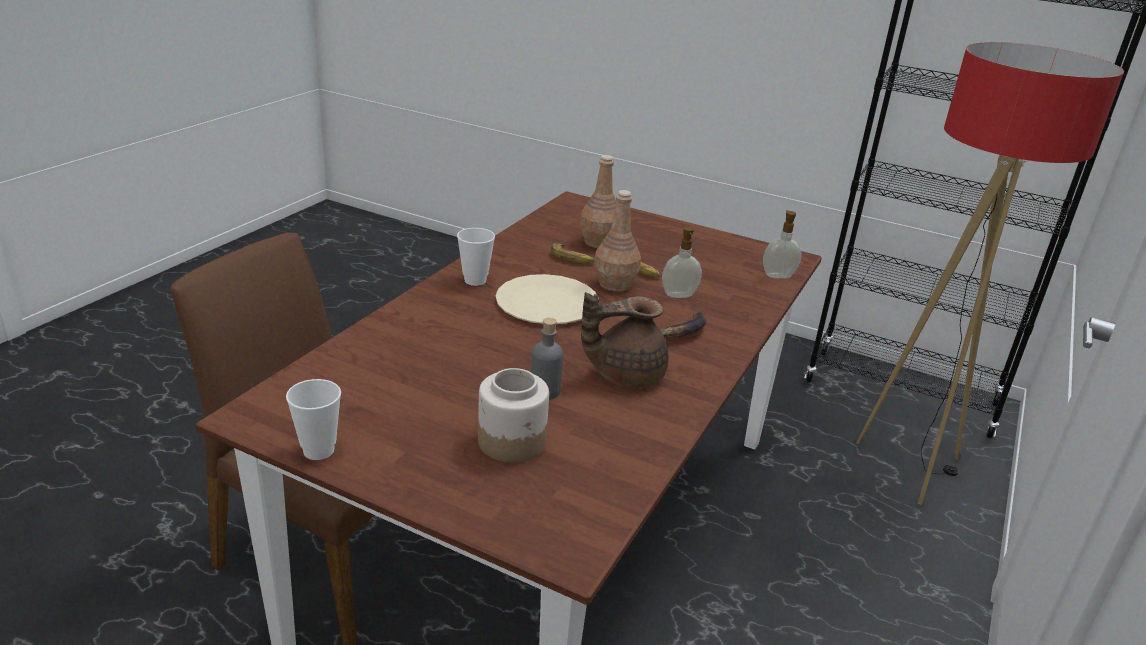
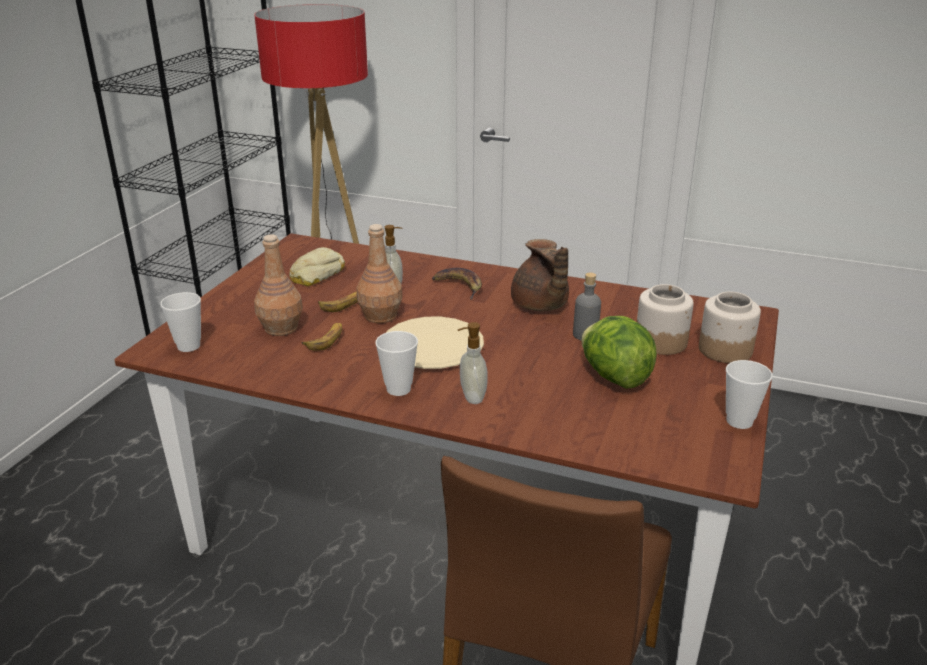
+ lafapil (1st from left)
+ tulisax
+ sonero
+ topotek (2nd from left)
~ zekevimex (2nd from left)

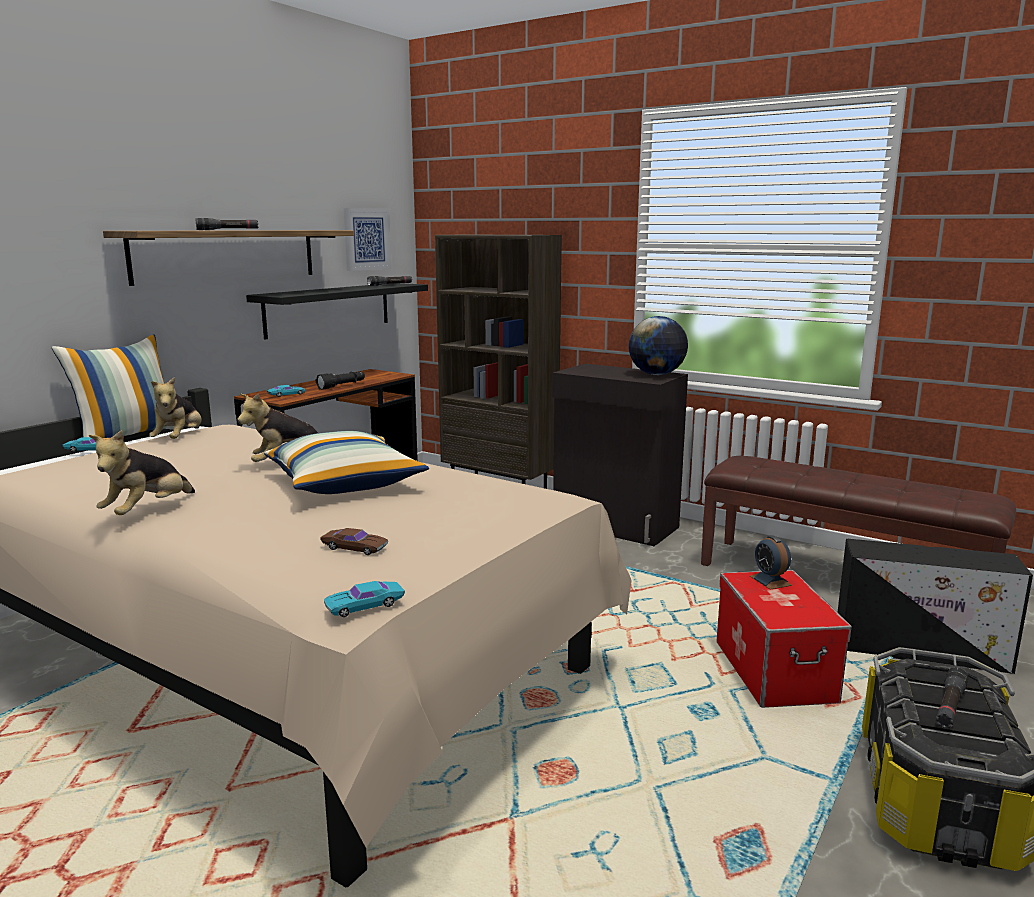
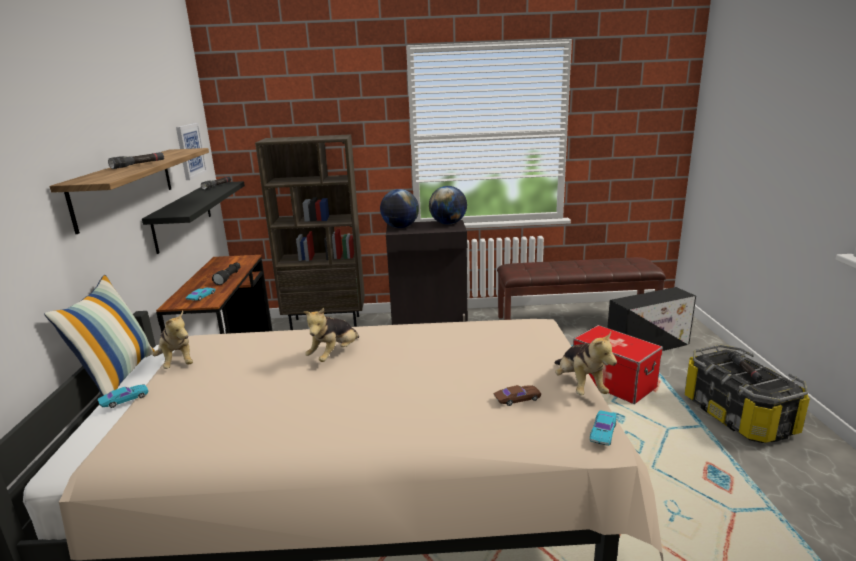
- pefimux (2nd from left)
- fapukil
+ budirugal (1st from left)
~ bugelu (1st from left in the first image) to bugelu (3rd from left)

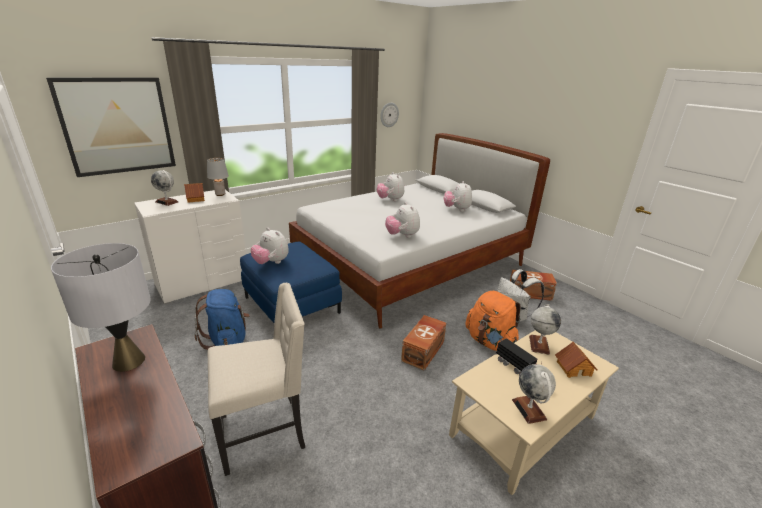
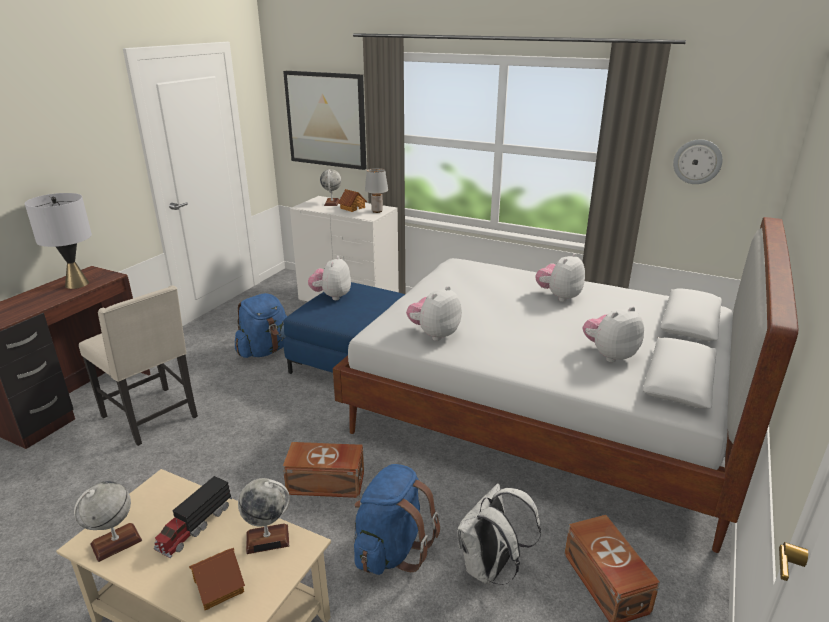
~ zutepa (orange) to zutepa (blue) (2nd from left)

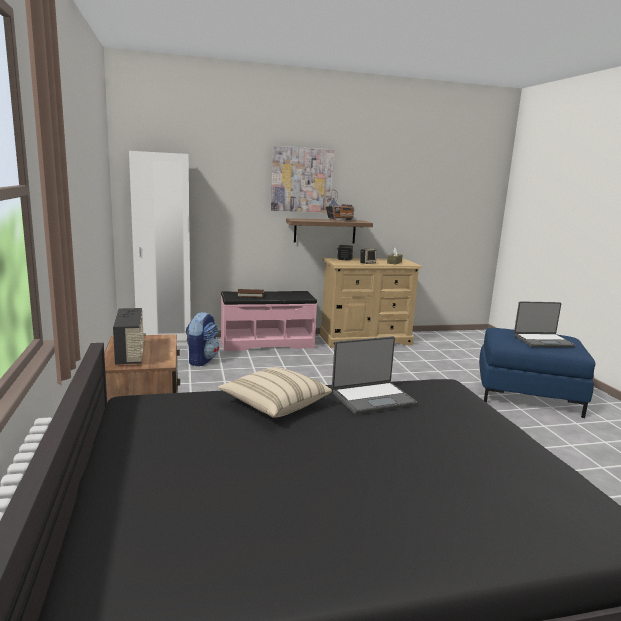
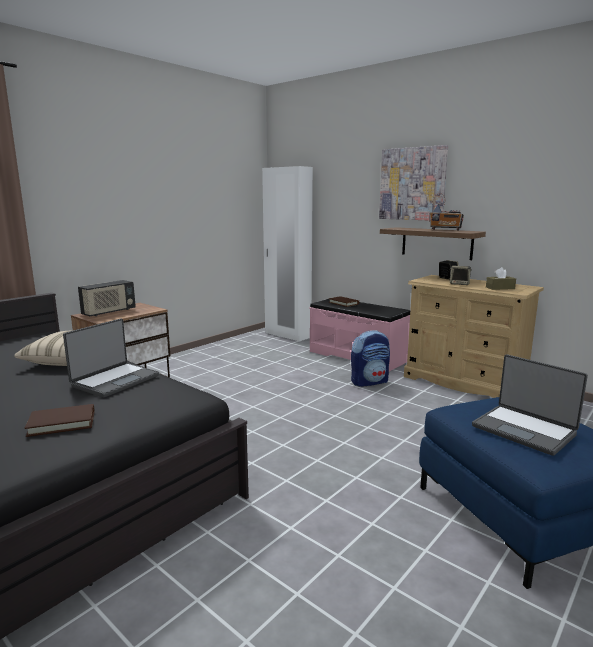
+ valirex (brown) (1st from left)
~ zutepa
~ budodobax (1st from left) 90 degrees counterclockwise

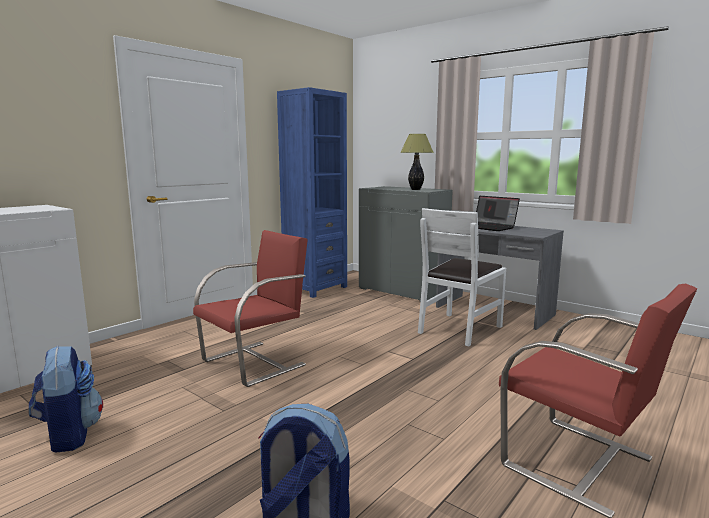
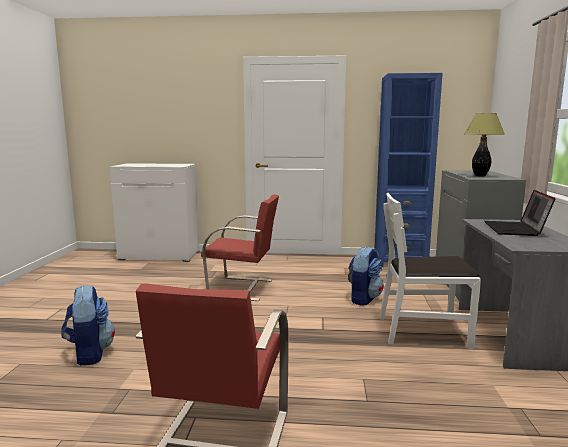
~ zutepa (1st from left in the first image) to zutepa (2nd from left)

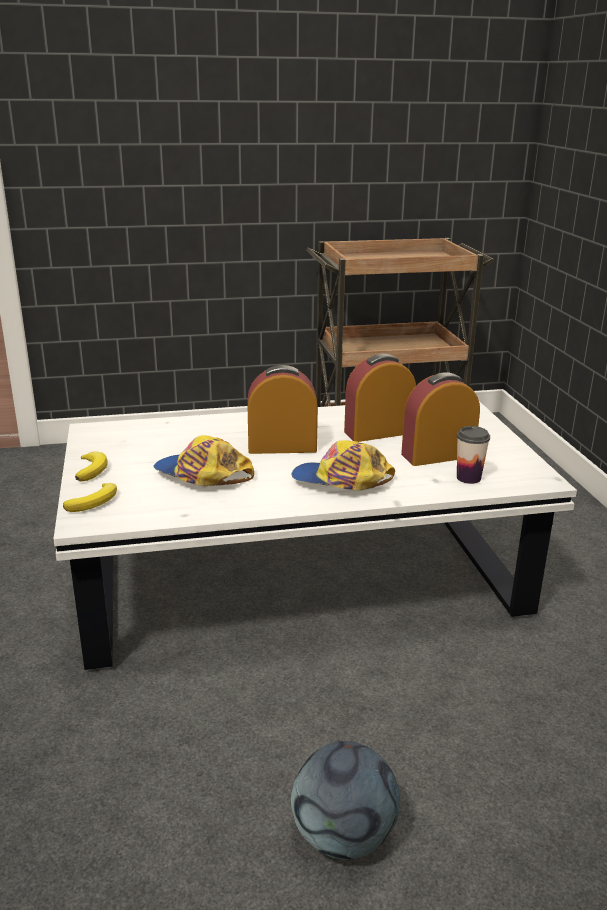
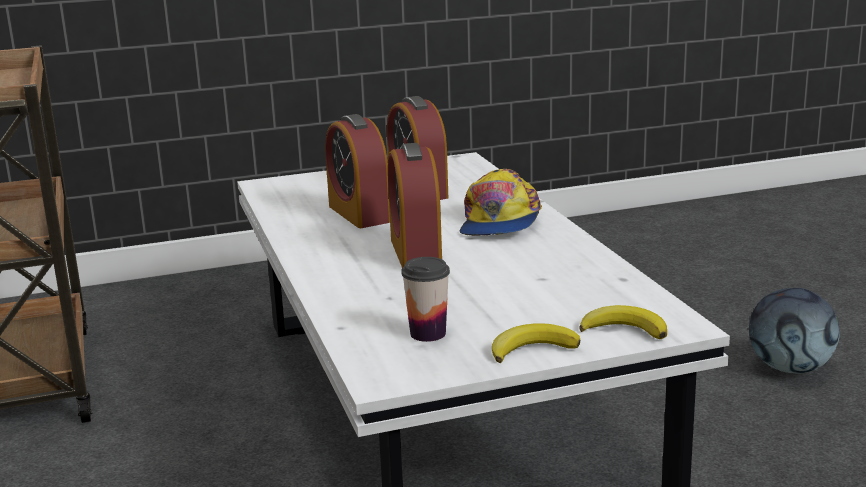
- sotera (1st from left)
~ lafapil

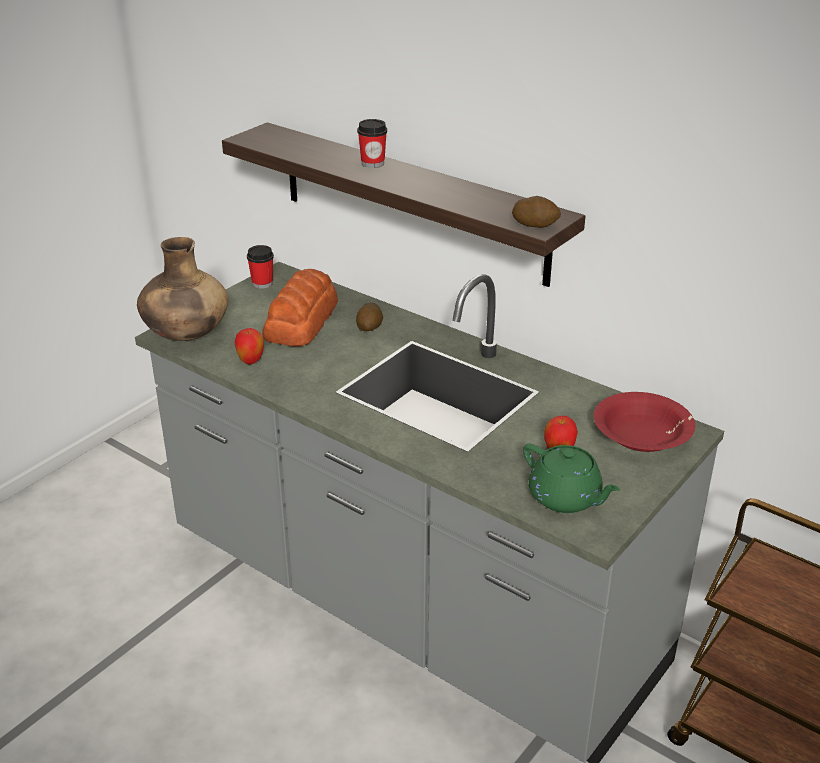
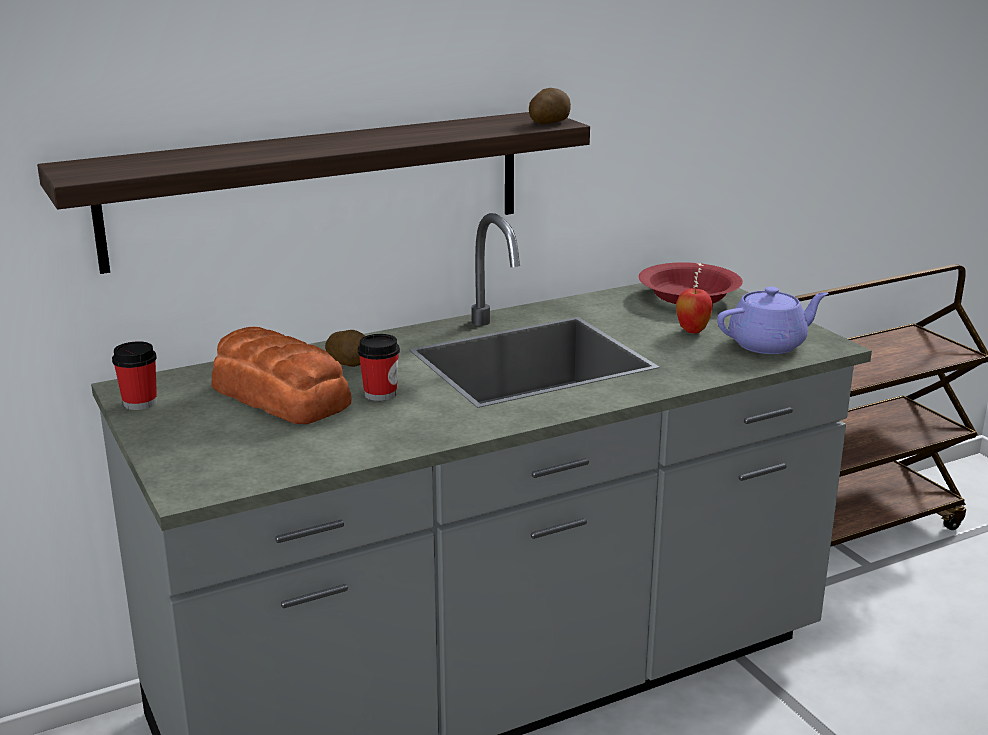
- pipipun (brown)
- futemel (1st from left)
~ lafapil (2nd from left)
~ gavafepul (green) to gavafepul (purple)

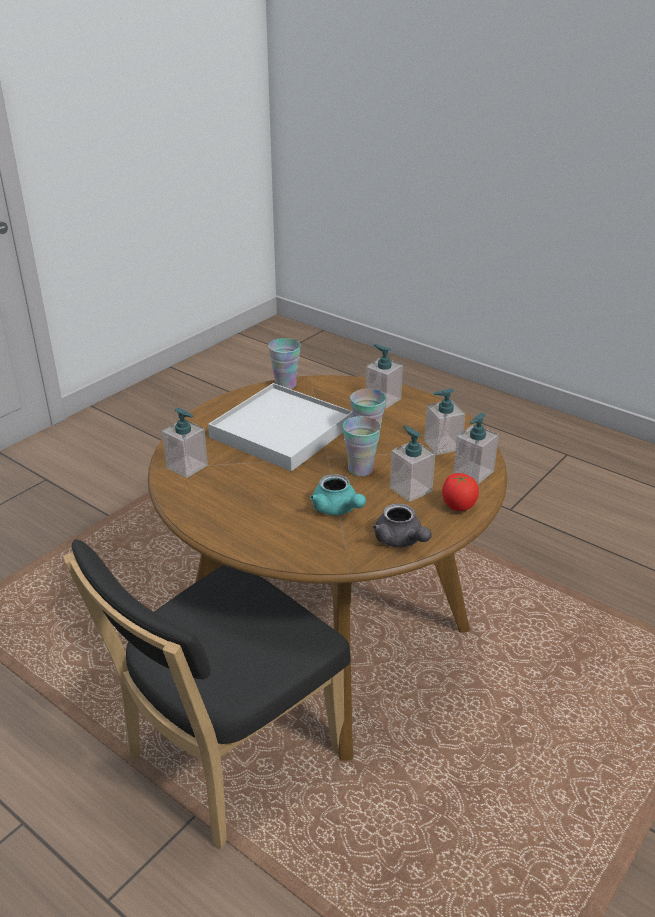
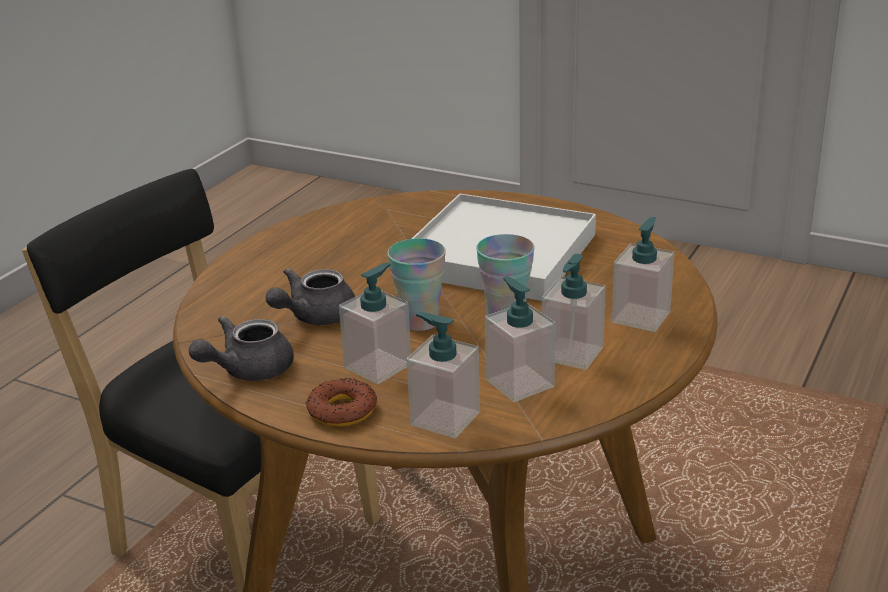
- lafapil (1st from left)
~ zekevimex (1st from left in the first image) to zekevimex (4th from left)
~ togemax to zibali
~ gavafepul (turquoise) to gavafepul (grey) (2nd from left)

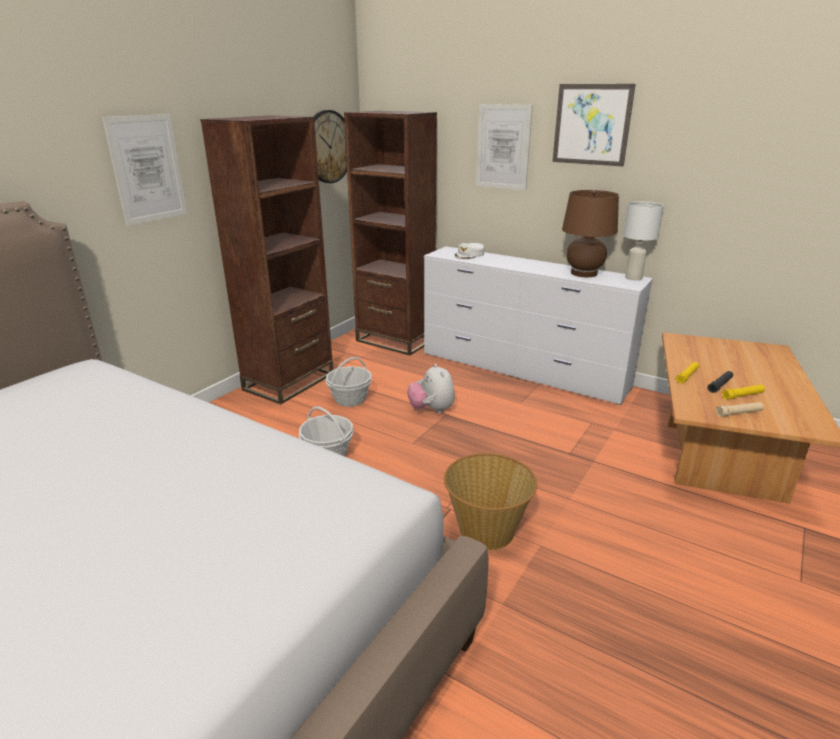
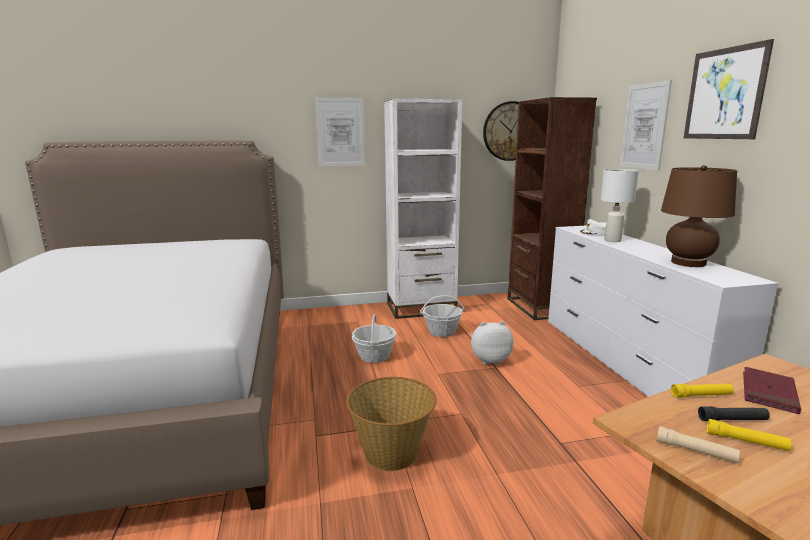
+ valirex (red)
~ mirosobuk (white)
~ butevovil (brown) (1st from left) to butevovil (white)
~ bugelu 60 degrees clockwise

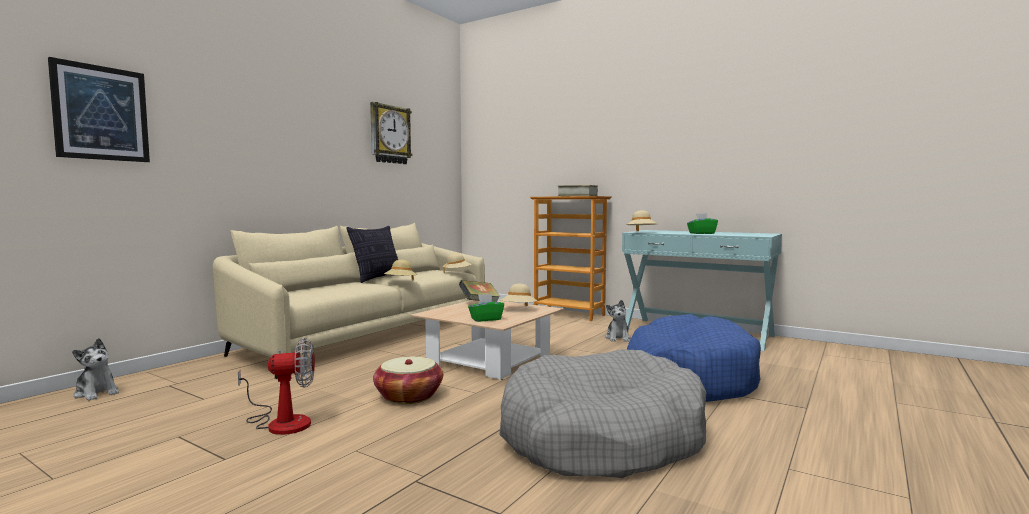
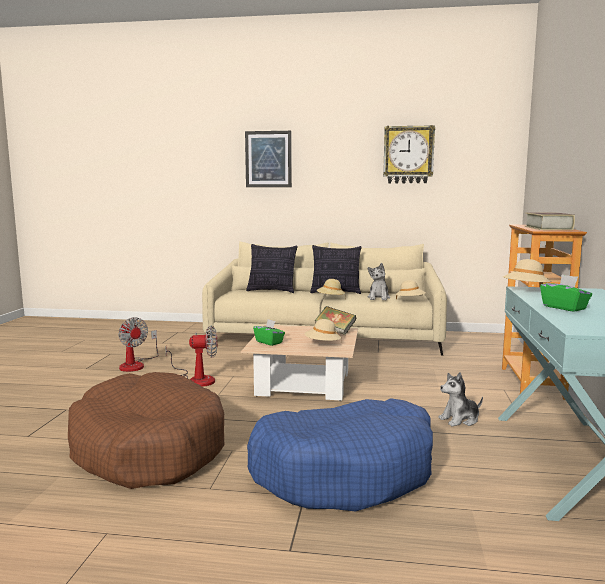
+ pefimux (1st from left)
~ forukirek
~ bugelu (1st from left)
~ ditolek to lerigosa (2nd from left)
~ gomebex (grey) to gomebex (brown)

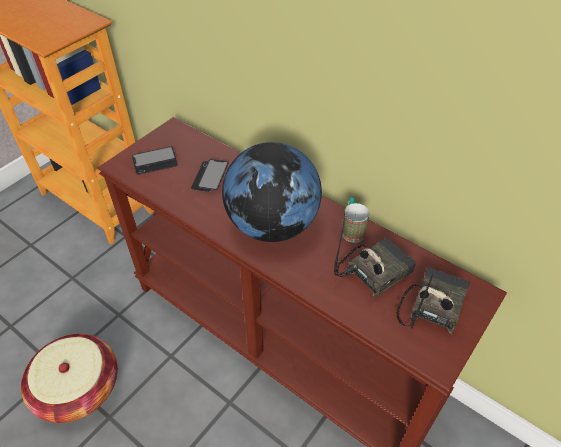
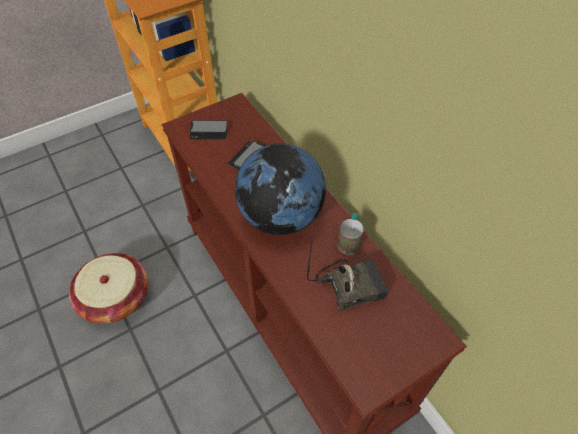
- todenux (2nd from left)

